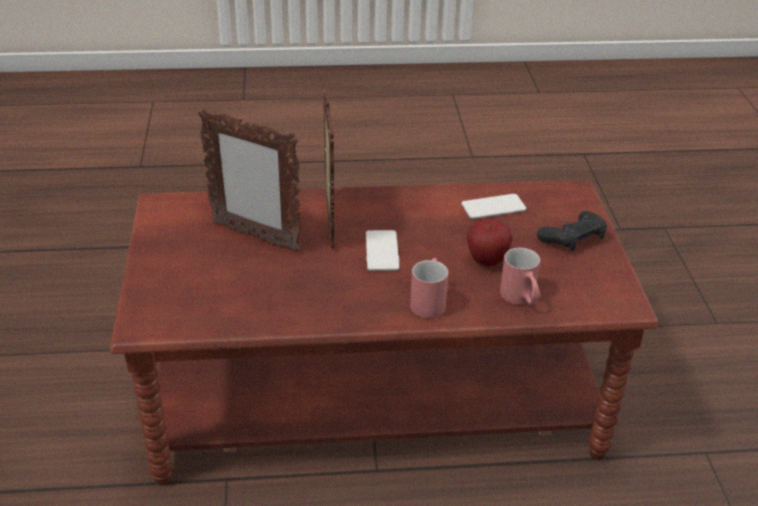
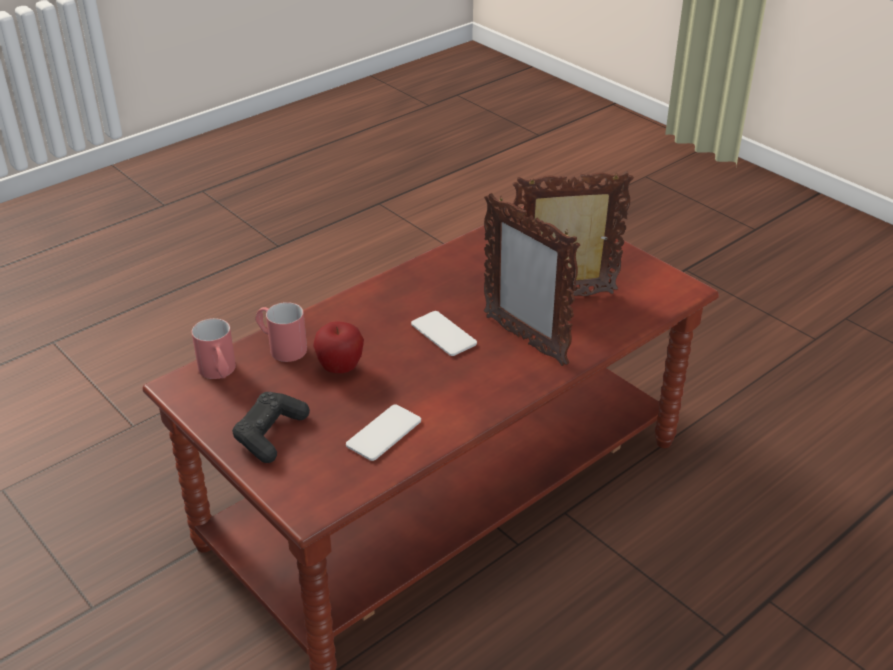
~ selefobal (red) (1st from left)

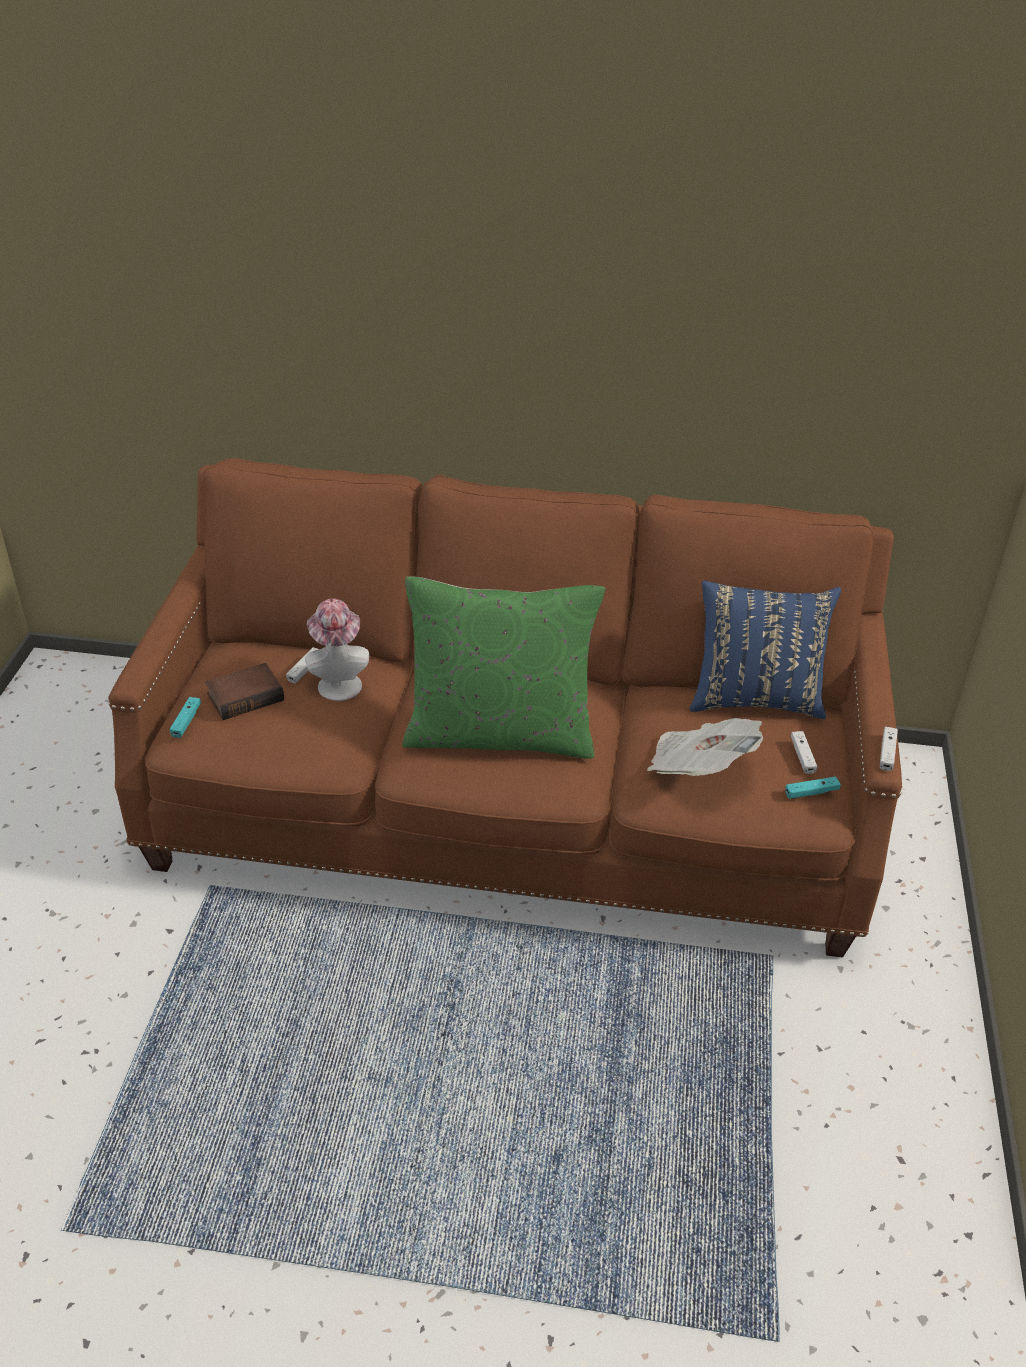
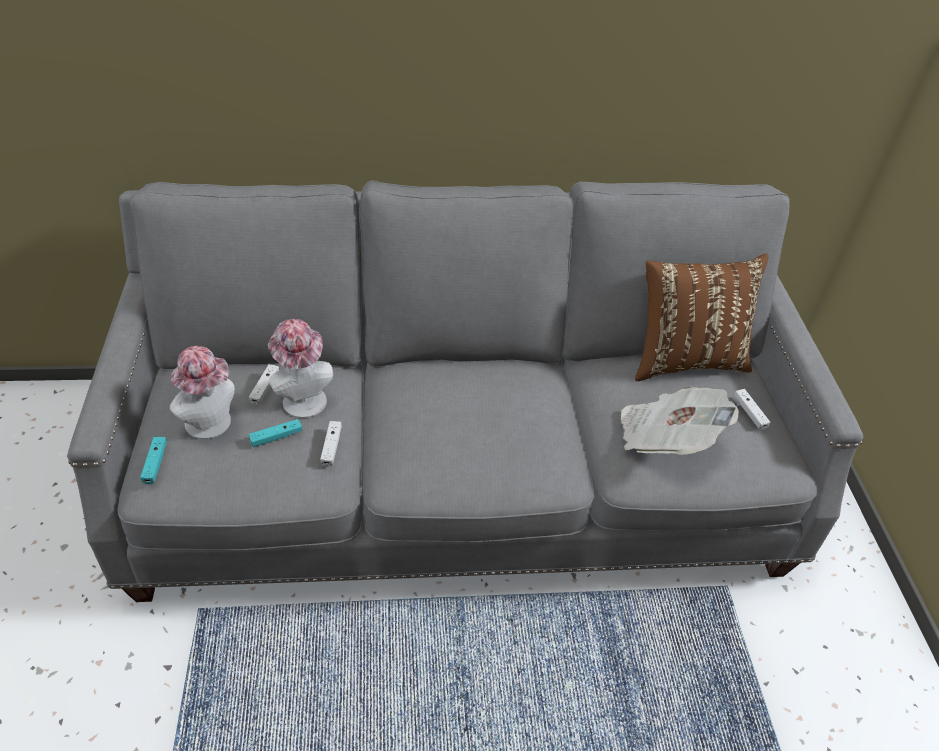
- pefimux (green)
~ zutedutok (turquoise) (2nd from left)
~ zutedutok (white) (3rd from left in the first image) to zutedutok (white) (2nd from left)
~ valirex to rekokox (1st from left)
~ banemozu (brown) to banemozu (grey)
~ pefimux (blue) to pefimux (brown)

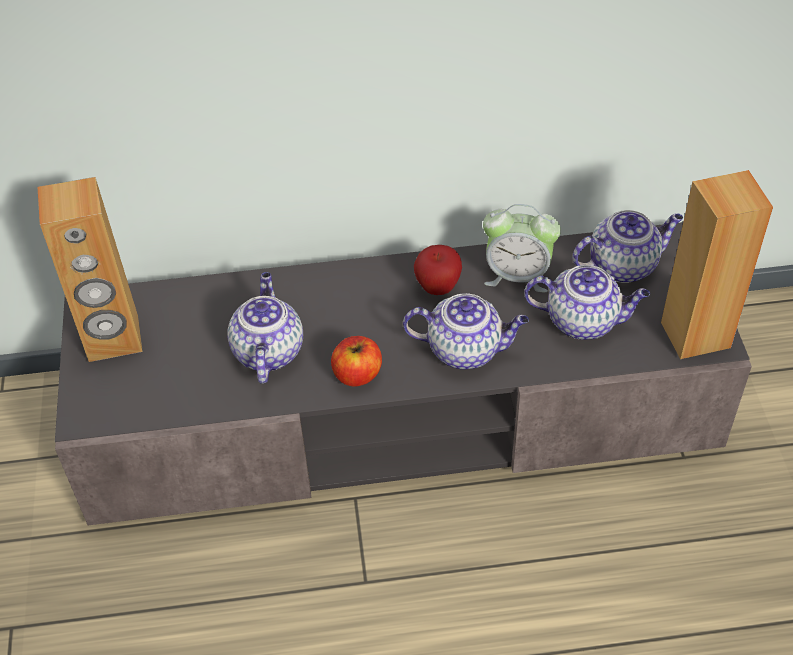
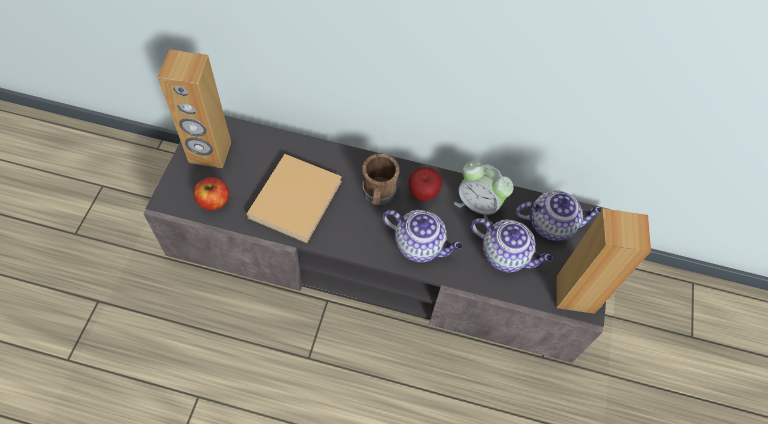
+ selefobal (brown)
~ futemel (1st from left)
~ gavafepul (1st from left) to valirex (beige)

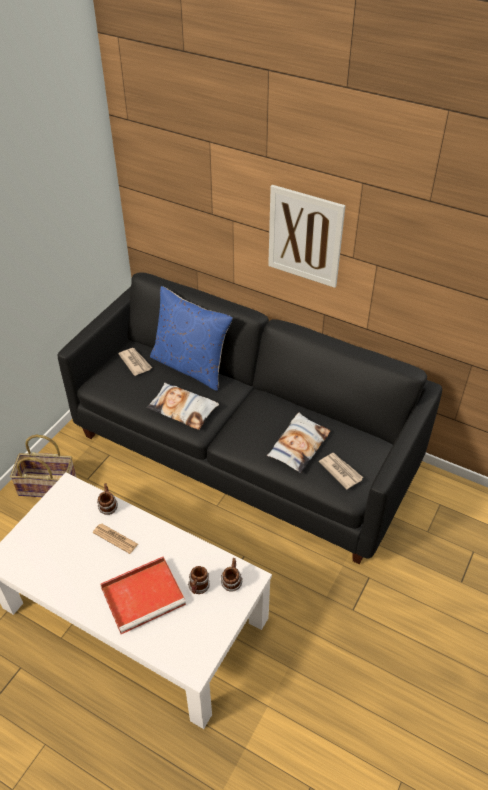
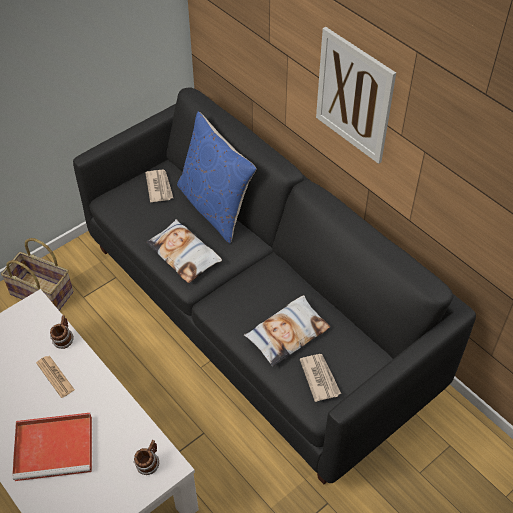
- selefobal (2nd from left)

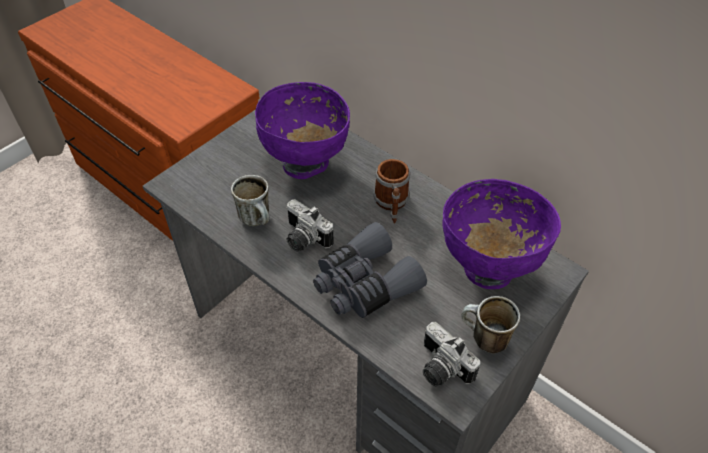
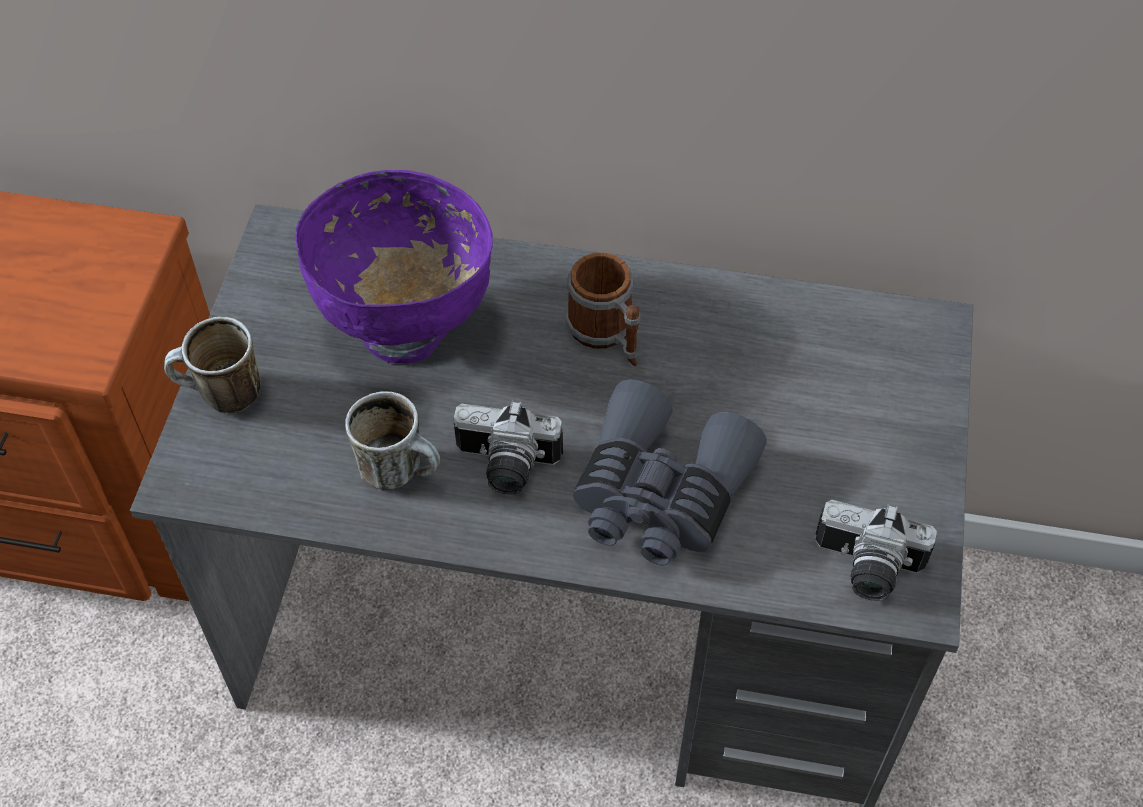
- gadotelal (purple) (2nd from left)
~ selefobal (3rd from left in the first image) to selefobal (1st from left)

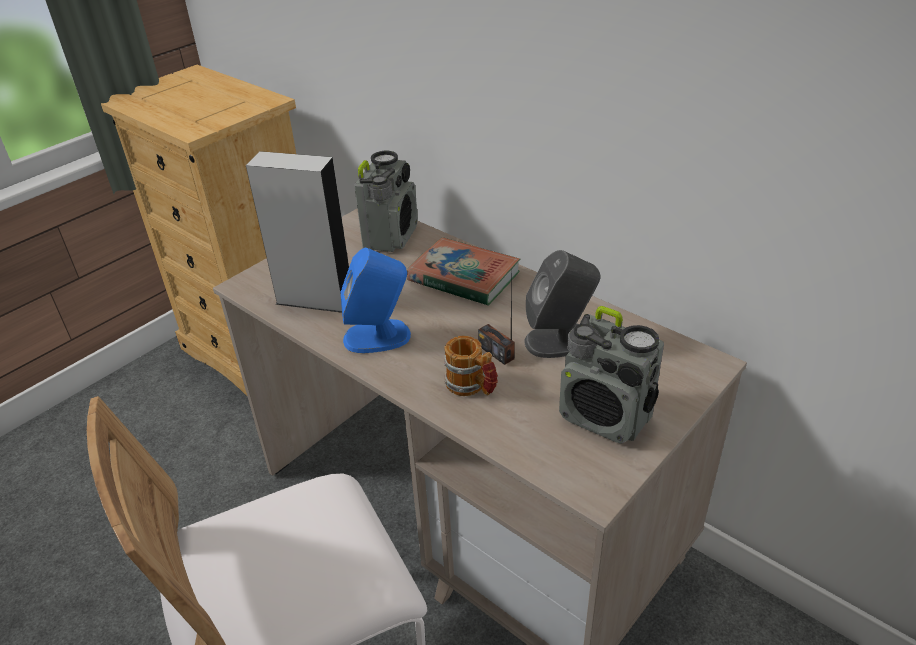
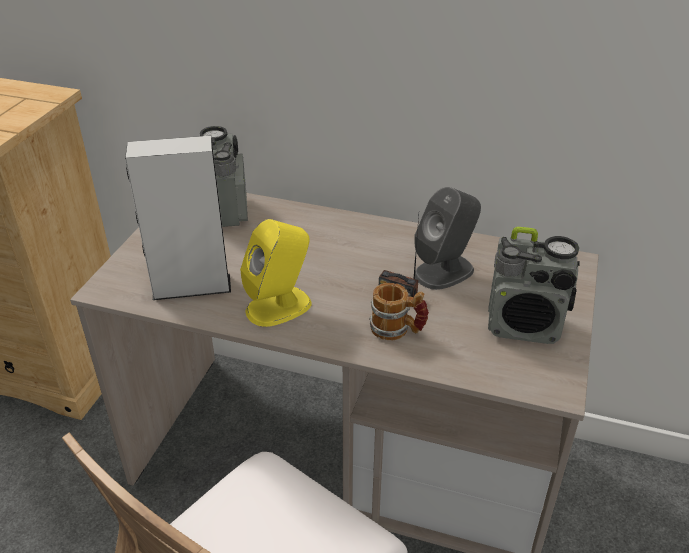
- valirex
~ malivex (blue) to malivex (yellow)

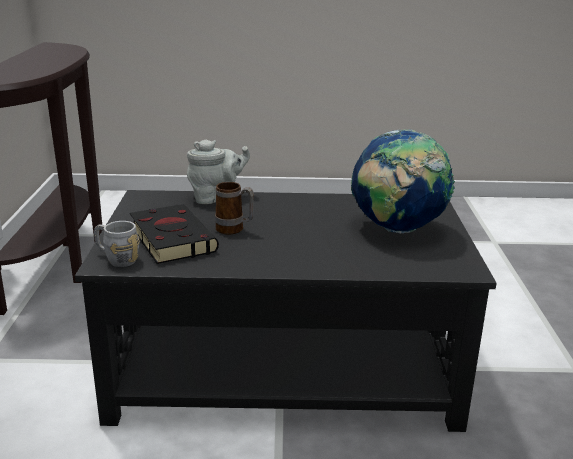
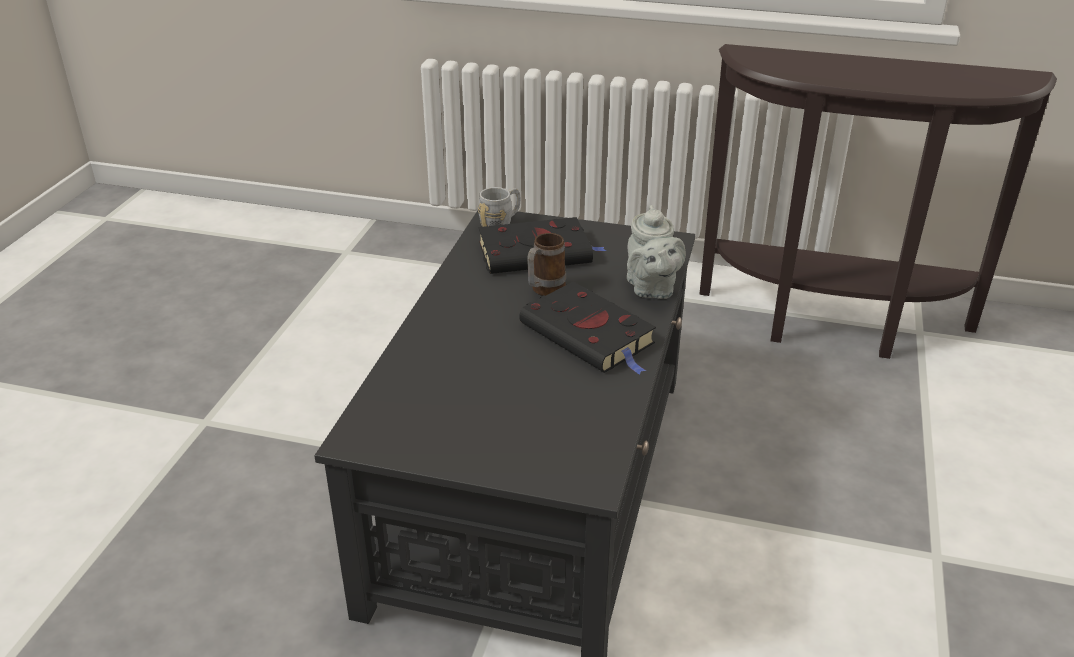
- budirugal
+ valirex (black) (2nd from left)

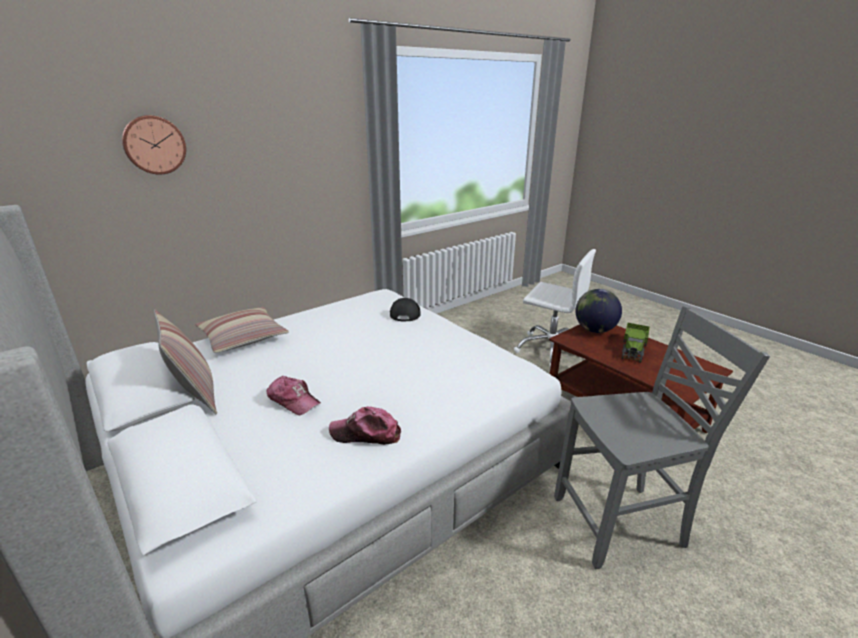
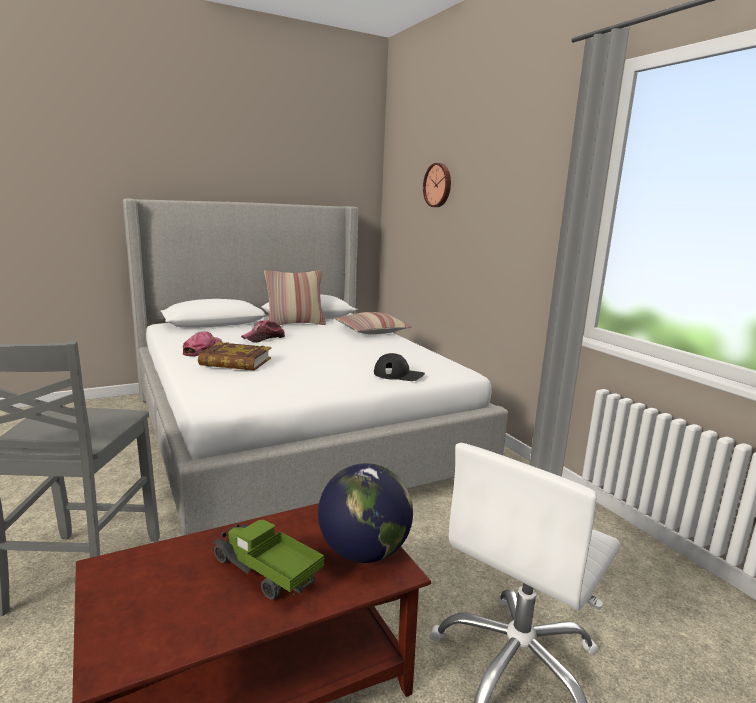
+ valirex

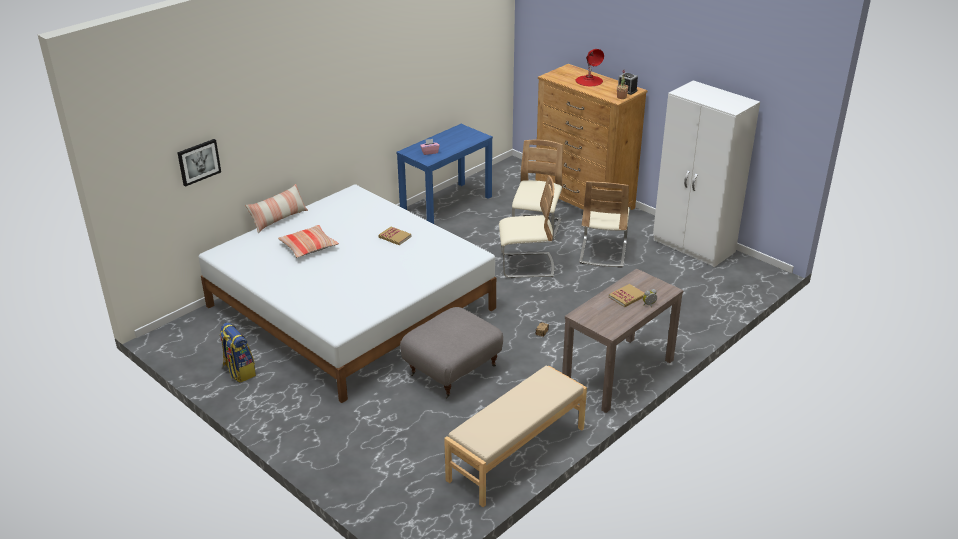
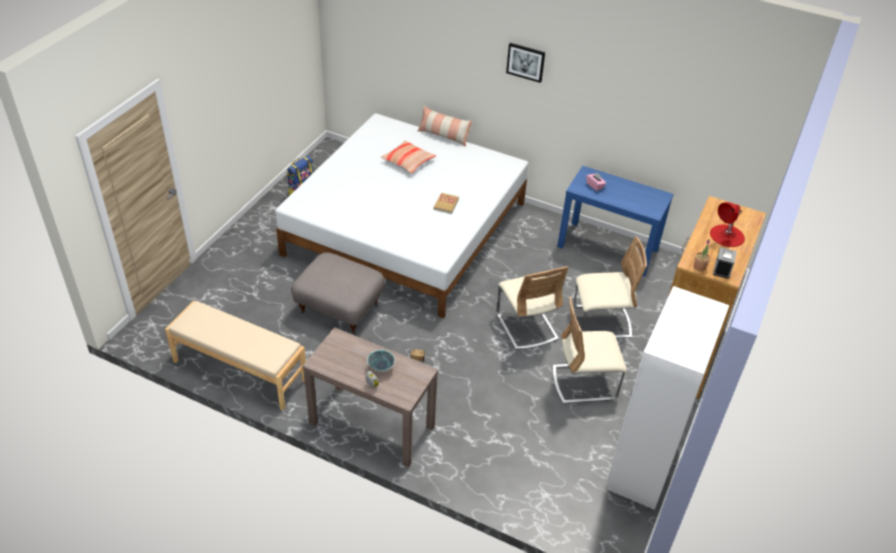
~ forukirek
~ valirex (2nd from left) to gadotelal

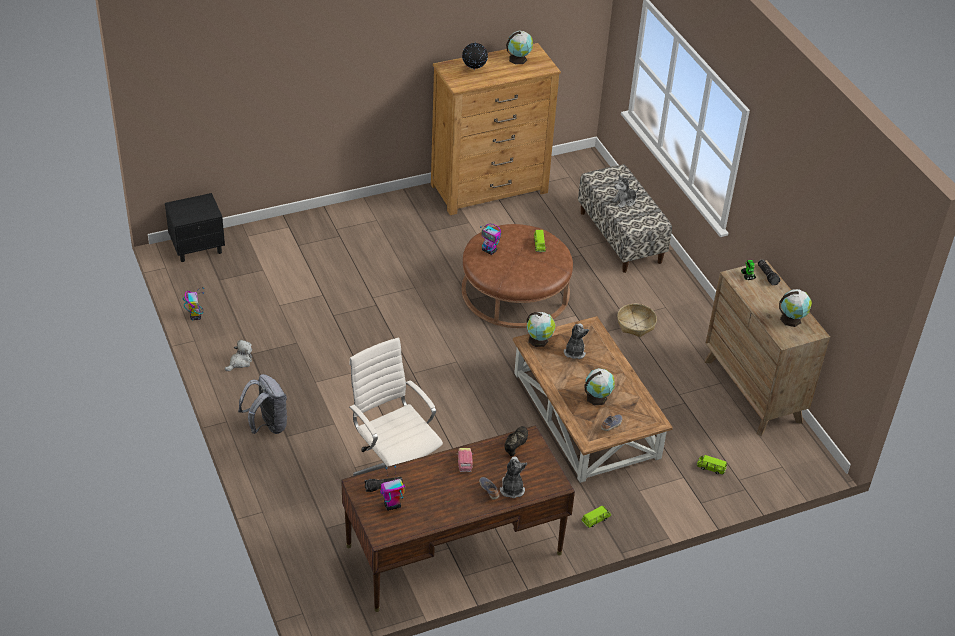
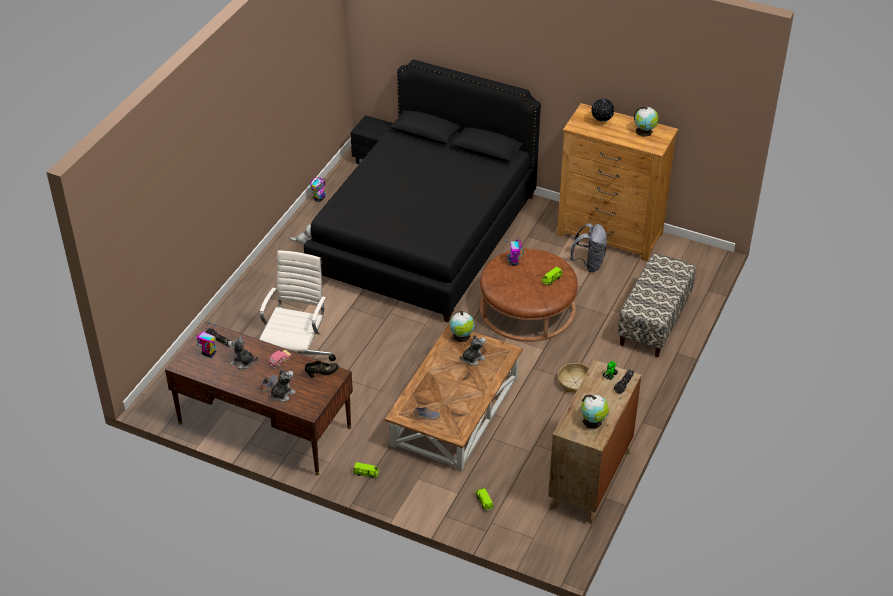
- budirugal (4th from left)
+ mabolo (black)
~ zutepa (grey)
~ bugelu (4th from left in the first image) to bugelu (1st from left)

